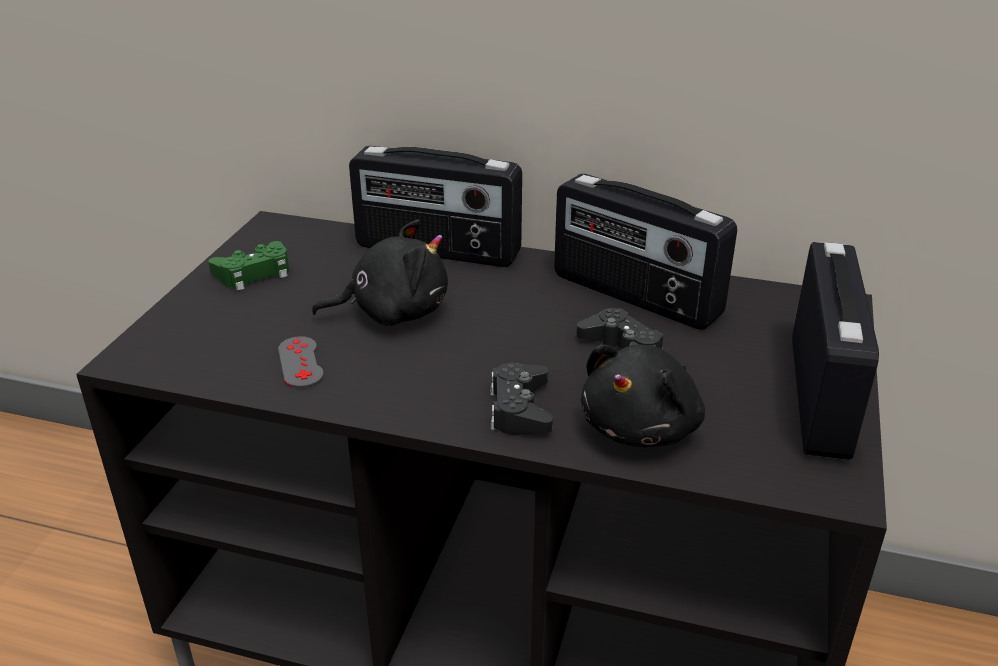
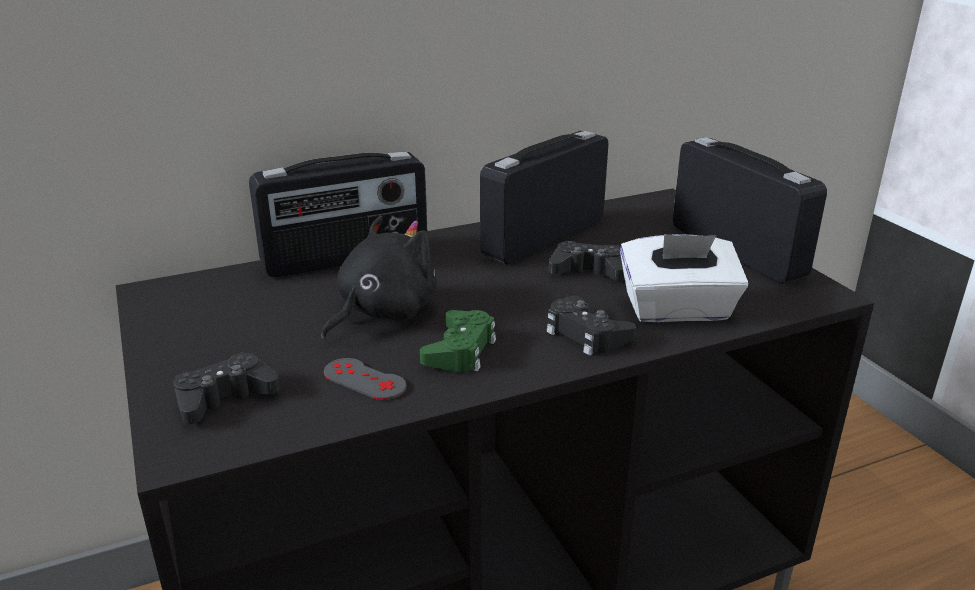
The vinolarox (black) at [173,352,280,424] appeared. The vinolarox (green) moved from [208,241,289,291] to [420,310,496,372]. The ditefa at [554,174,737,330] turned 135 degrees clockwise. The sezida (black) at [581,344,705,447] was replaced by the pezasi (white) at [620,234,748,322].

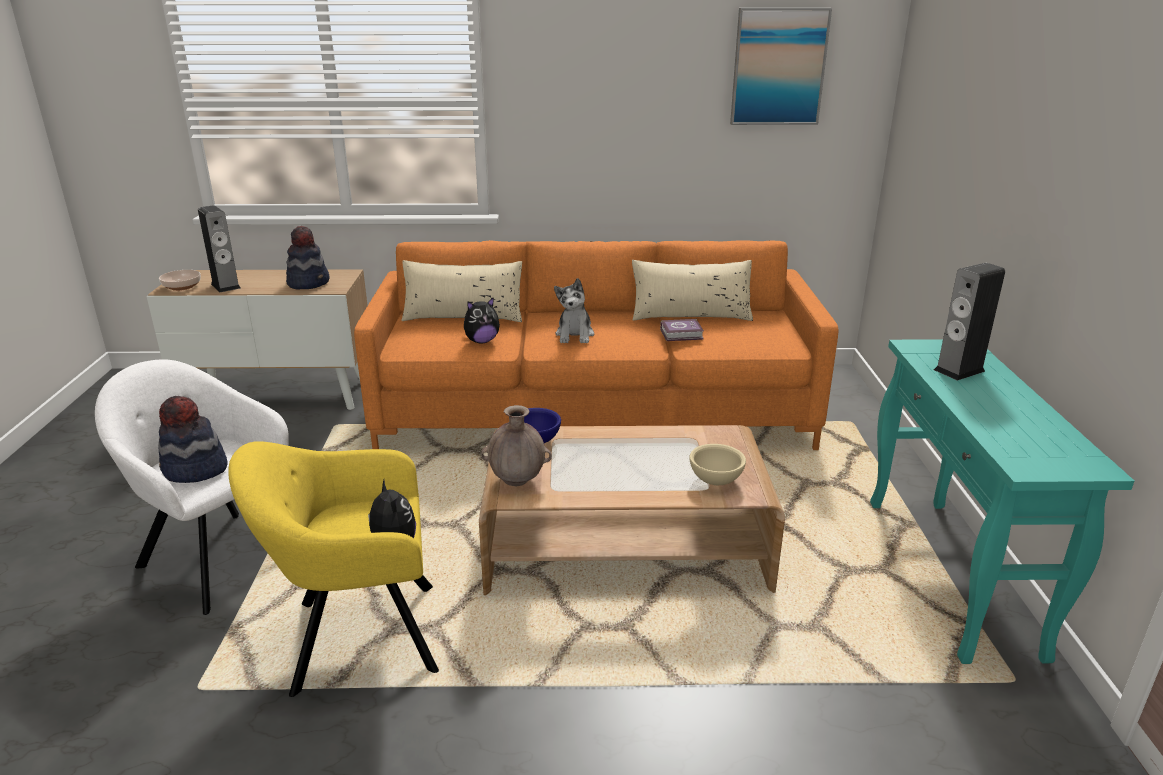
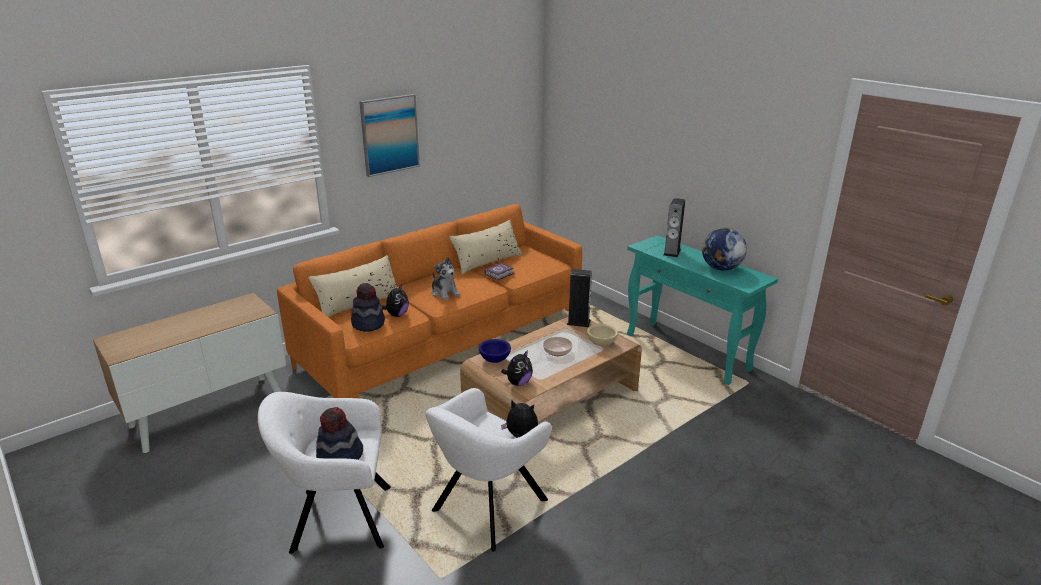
The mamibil moved from [286,226,330,290] to [351,283,385,332]. The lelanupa moved from [730,8,832,125] to [359,94,420,177]. The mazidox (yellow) at [228,441,439,697] became the mazidox (white) at [425,388,552,552]. The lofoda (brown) at [481,405,552,486] was replaced by the sezida at [501,350,533,386]. The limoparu moved from [159,270,201,291] to [543,337,573,356]. The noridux moved from [198,205,241,292] to [567,269,592,327]. The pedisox at [702,228,747,270] appeared.

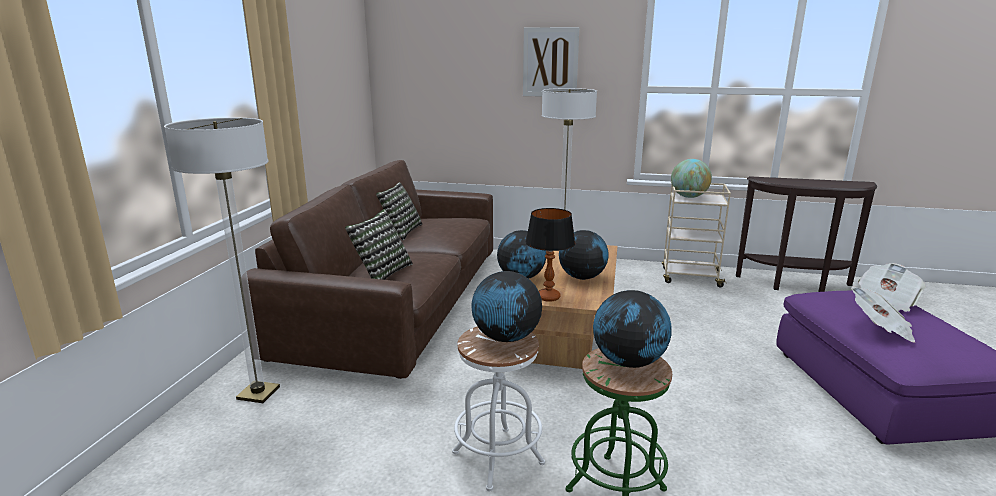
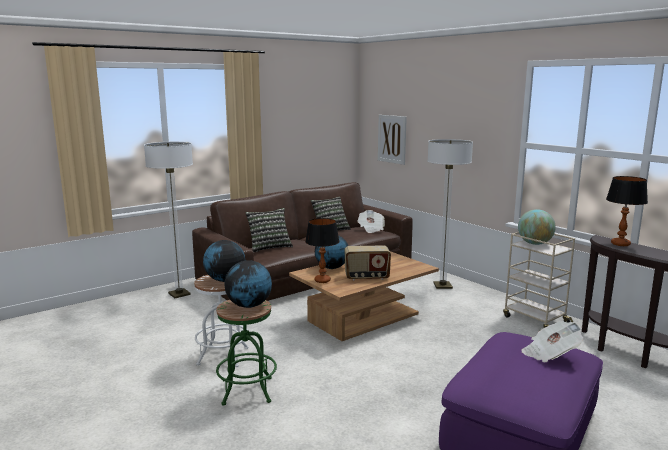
The pedisox at [559,230,609,280] was replaced by the ditefa at [344,246,391,280]. The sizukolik moved from [851,286,916,343] to [357,210,384,233]. The lelanupa moved from [523,27,579,97] to [378,115,407,165]. The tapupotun at [606,176,648,246] appeared.

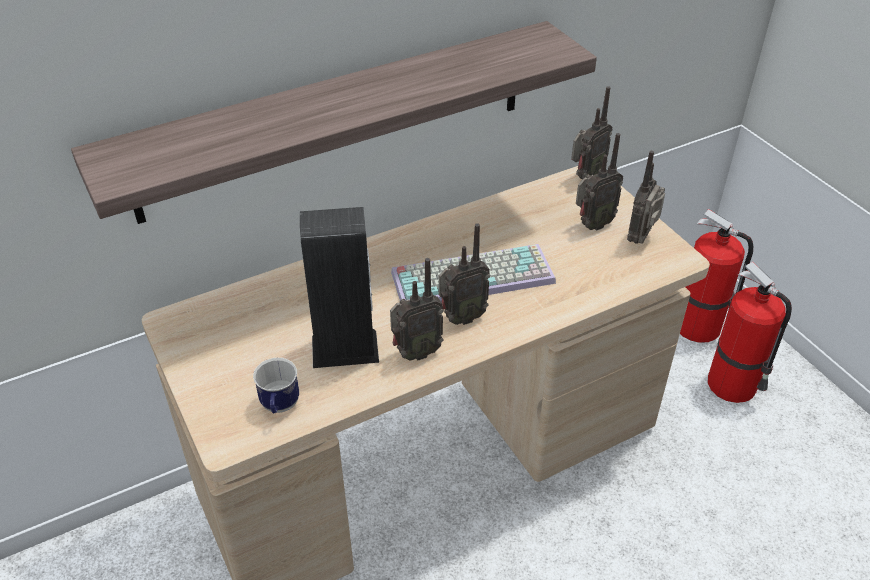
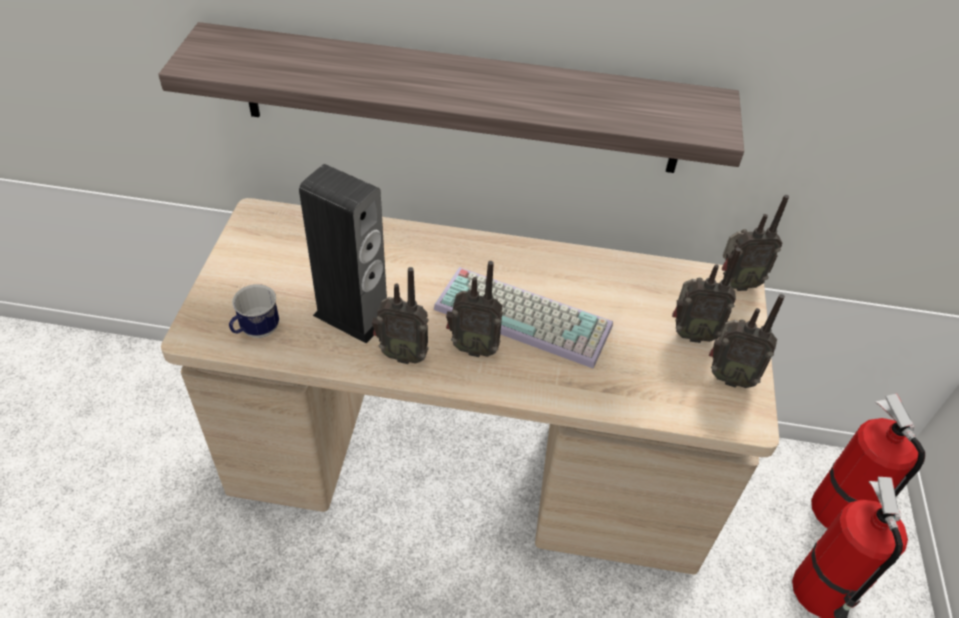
The ditefa at [627,151,665,244] turned 135 degrees counterclockwise.

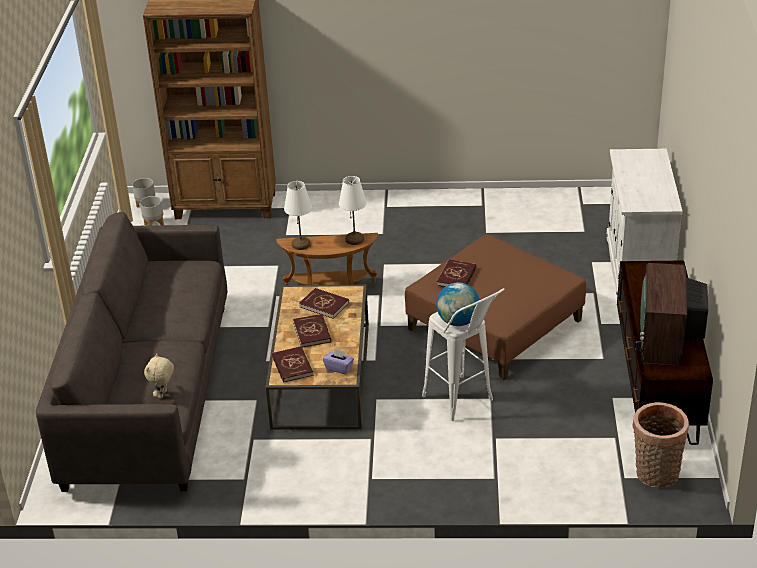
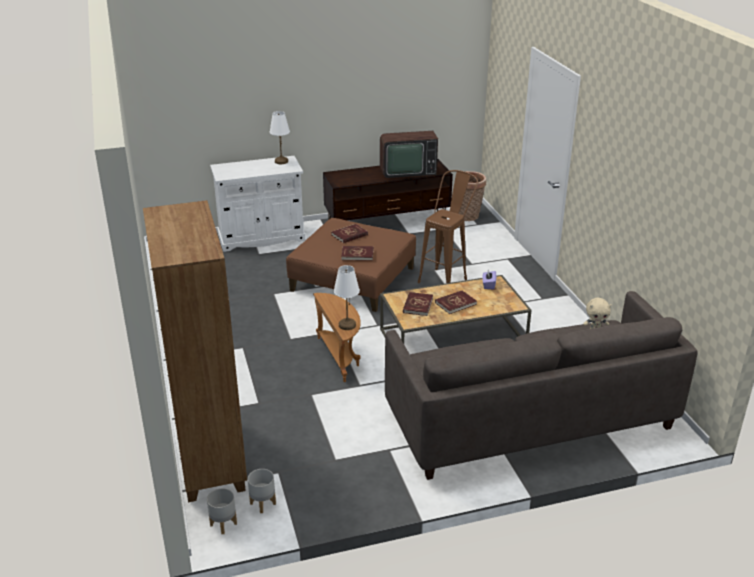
The tapupotun (white) moved from [339,176,367,245] to [270,111,290,164]. The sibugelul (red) moved from [272,346,313,383] to [331,224,368,243]. The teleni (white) at [422,288,505,421] became the teleni (brown) at [418,170,478,283]. The pedisox at [436,282,480,326] disappeared.

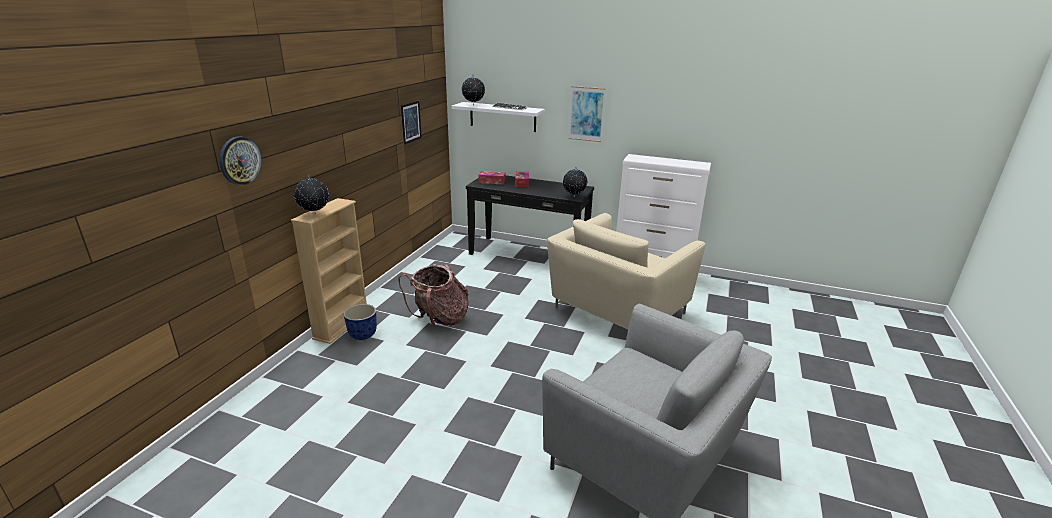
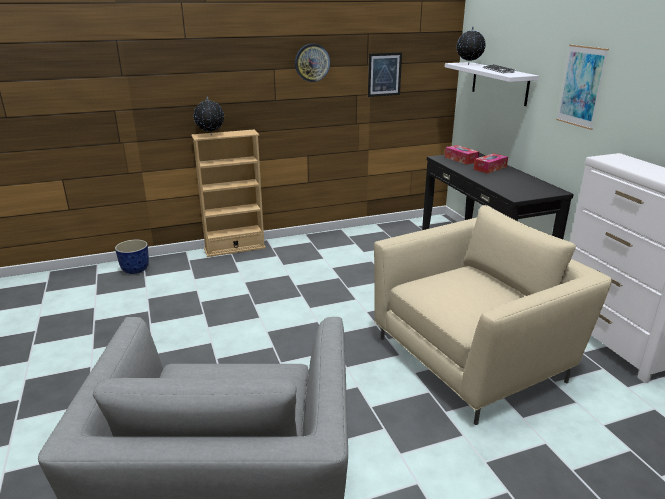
The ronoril moved from [344,304,377,340] to [115,240,149,274]. The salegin moved from [219,137,262,185] to [295,44,330,82]. The mazidox (beige) at [547,213,706,329] turned 150 degrees clockwise. The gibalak at [399,264,469,329] disappeared. The pedisox at [563,167,587,197] disappeared.

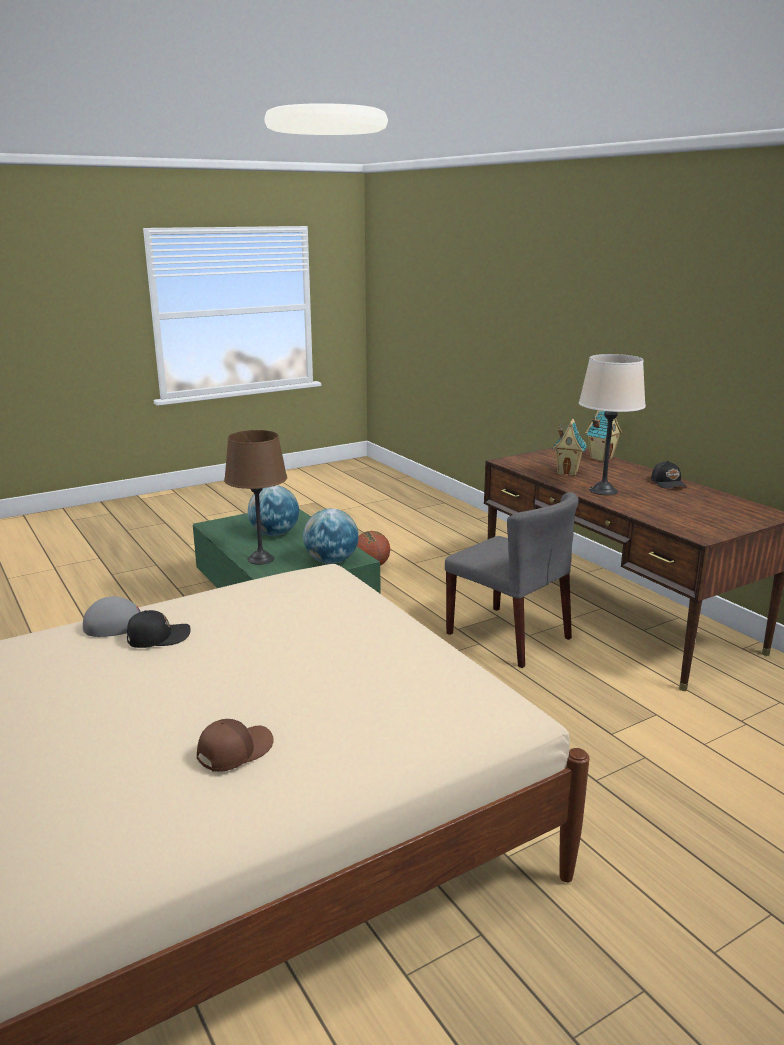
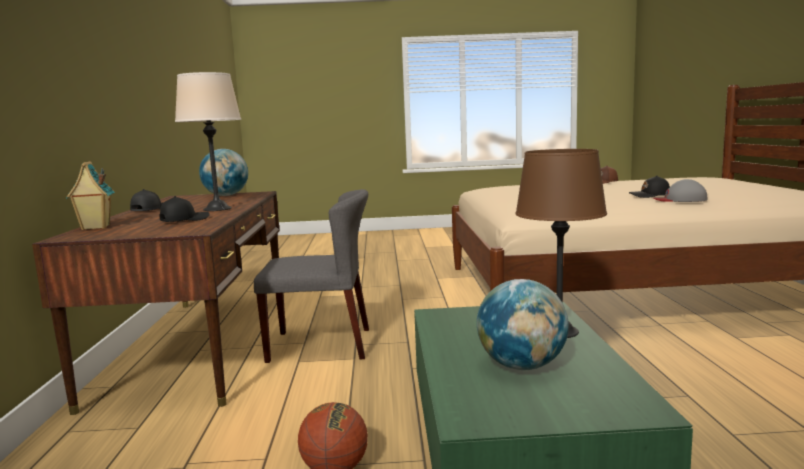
The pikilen at [553,419,587,476] was replaced by the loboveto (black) at [159,196,210,222]. The pedisox moved from [303,509,358,564] to [199,149,248,196]. The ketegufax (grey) at [445,492,579,668] turned 105 degrees clockwise.

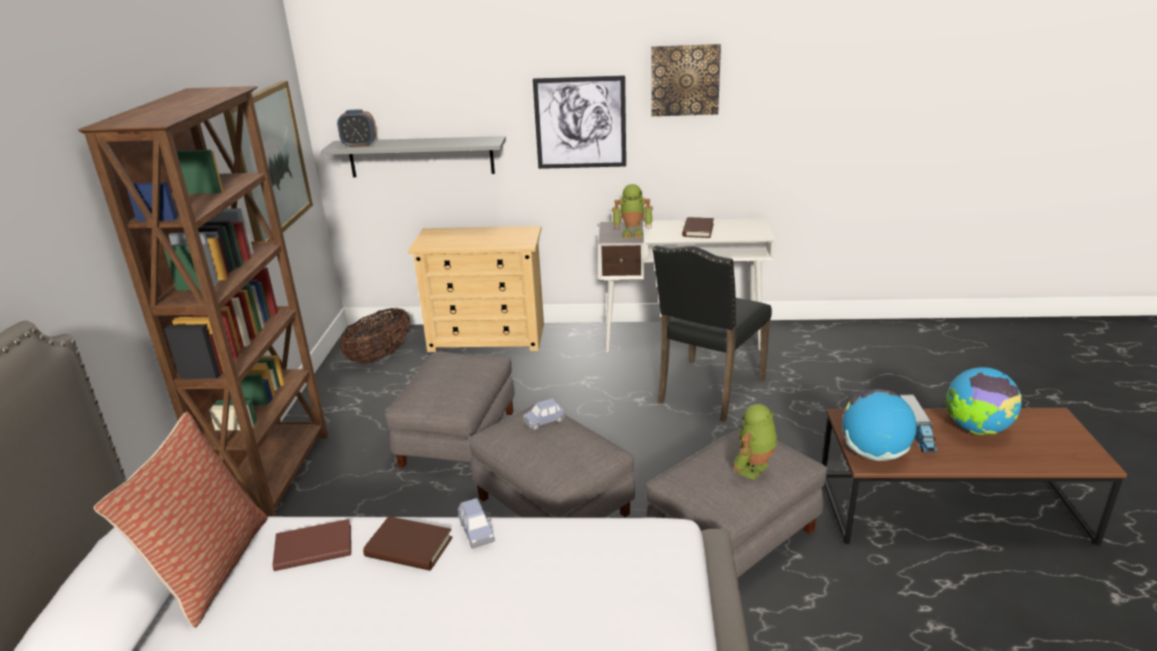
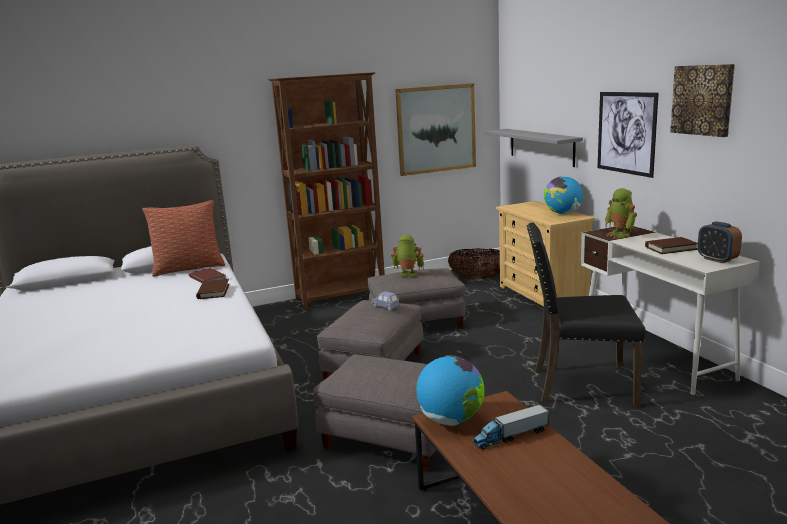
The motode moved from [732,404,777,480] to [391,235,424,277]. The pedisox moved from [945,367,1022,435] to [544,176,583,215]. The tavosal moved from [337,109,376,148] to [698,222,742,263]. The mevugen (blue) at [458,498,495,548] disappeared.

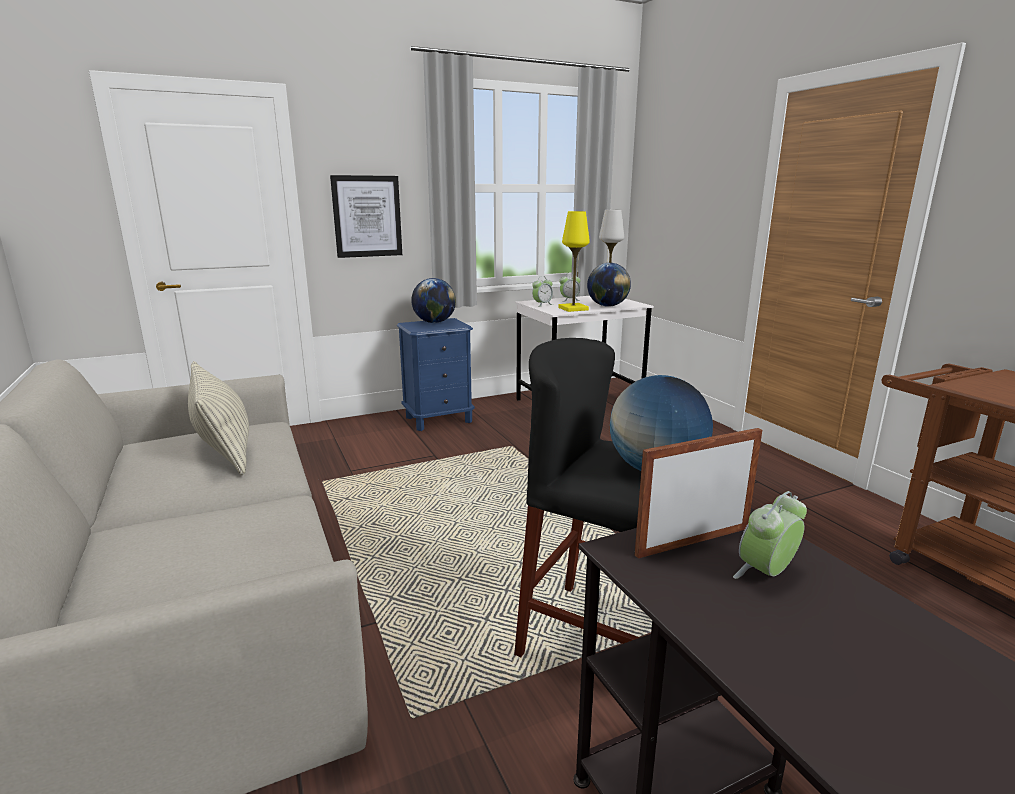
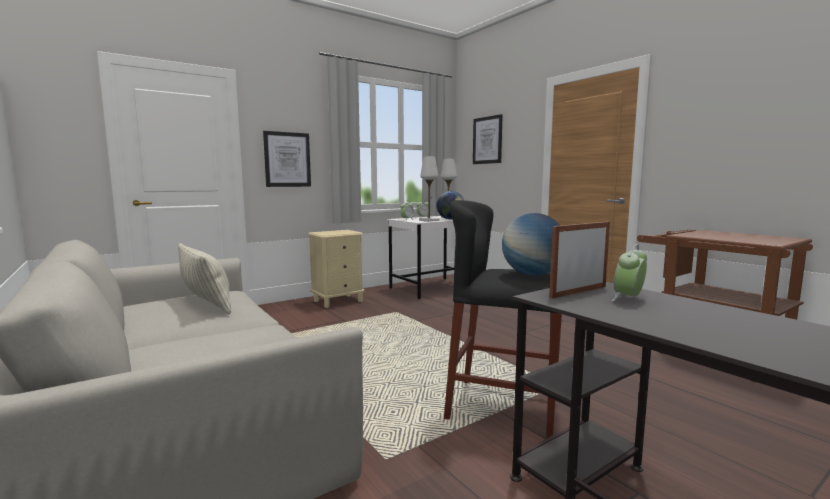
The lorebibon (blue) at [397,318,475,431] became the lorebibon (beige) at [308,230,364,308]. The tapupotun (yellow) at [558,211,590,312] became the tapupotun (white) at [419,157,440,222]. The lelanupa at [473,114,503,164] appeared. The pedisox at [411,278,456,323] disappeared.

